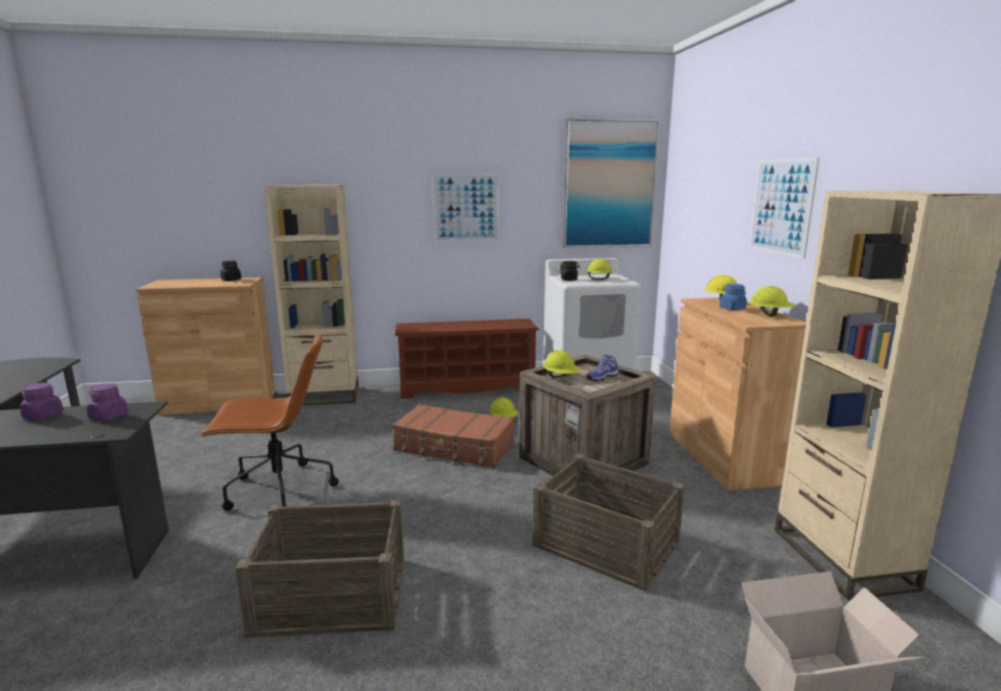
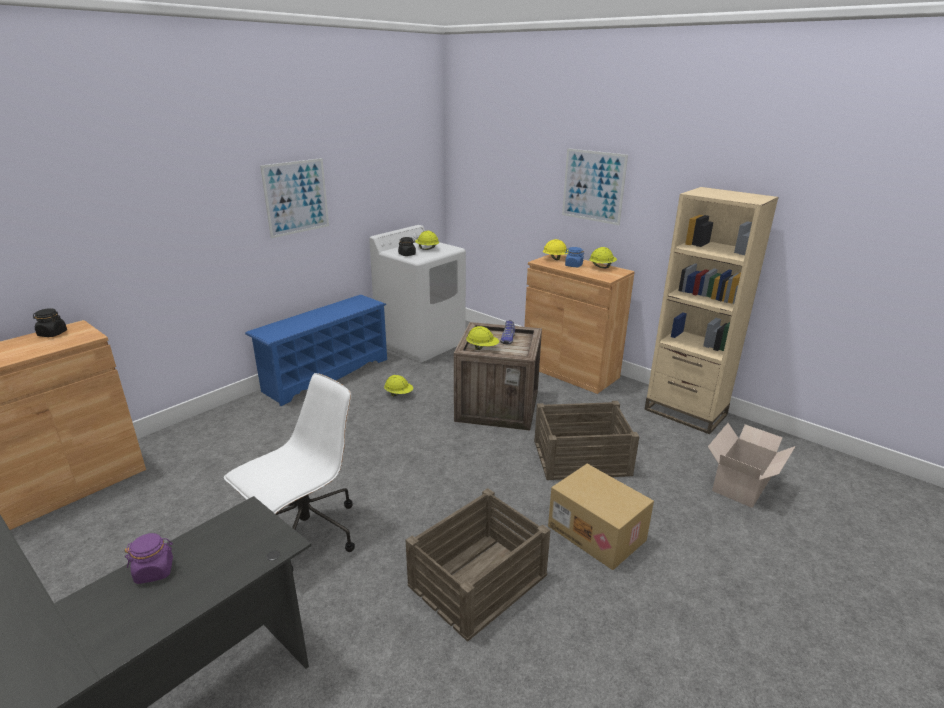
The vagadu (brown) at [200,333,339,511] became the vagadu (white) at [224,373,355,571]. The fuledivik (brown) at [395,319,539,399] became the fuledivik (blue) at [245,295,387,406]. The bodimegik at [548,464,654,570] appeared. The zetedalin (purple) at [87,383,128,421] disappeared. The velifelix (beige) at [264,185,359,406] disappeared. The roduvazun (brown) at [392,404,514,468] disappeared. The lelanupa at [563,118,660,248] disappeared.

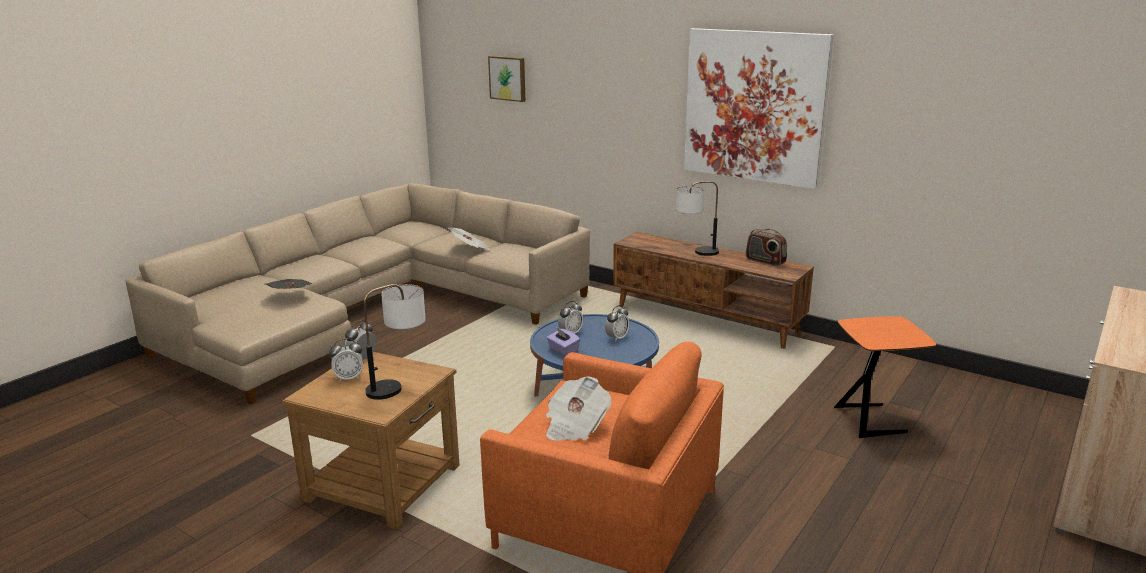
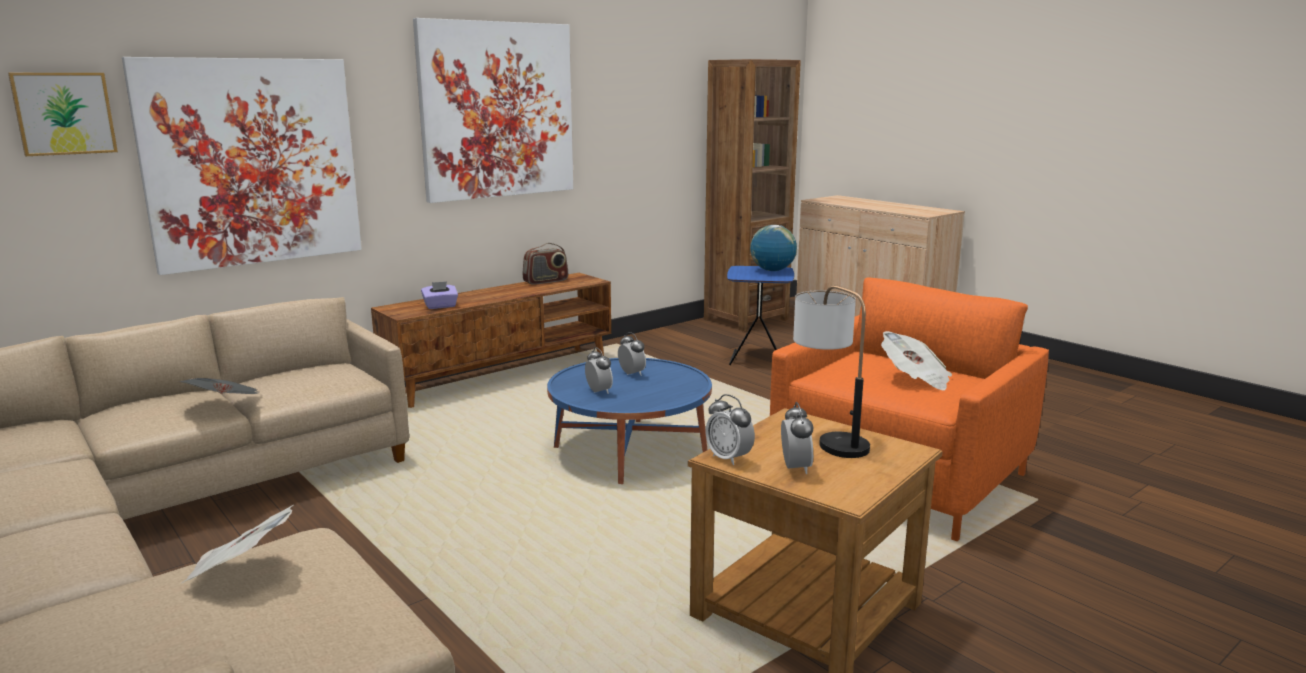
The lelanupa at [122,57,362,275] appeared. The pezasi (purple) moved from [547,328,580,356] to [421,281,458,309]. The velifelix (brown) at [704,59,801,331] appeared. The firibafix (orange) at [834,316,936,438] became the firibafix (blue) at [727,266,794,365]. The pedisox at [750,225,797,271] appeared. The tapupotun at [675,181,719,256] disappeared.

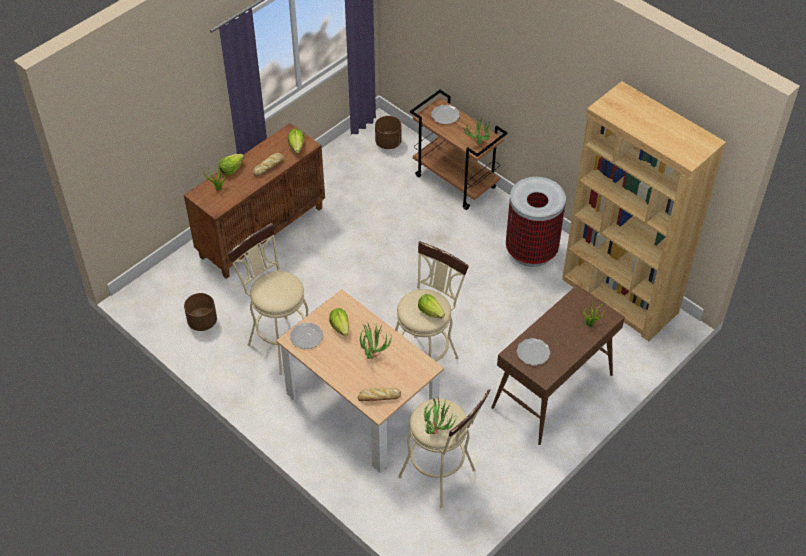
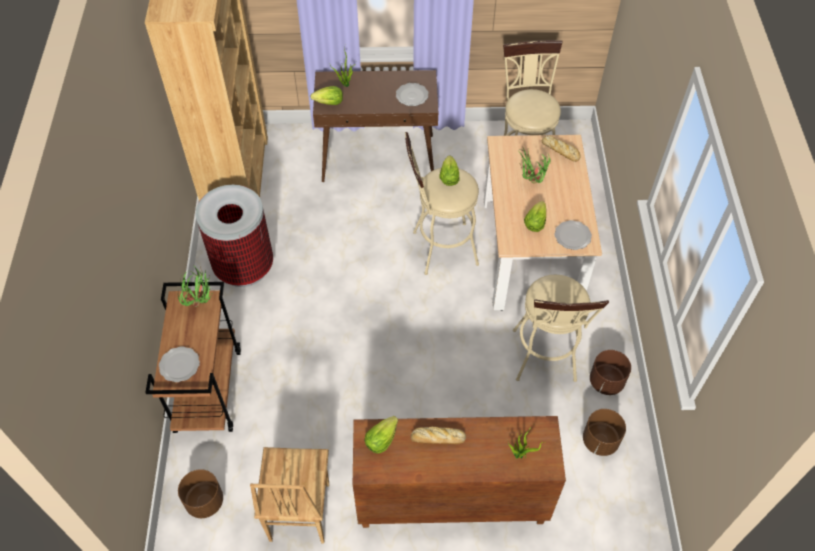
The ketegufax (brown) at [250,447,329,543] appeared. The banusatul moved from [219,154,244,175] to [310,86,343,105]. The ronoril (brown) at [590,350,631,395] appeared. The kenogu at [424,397,457,434] disappeared.

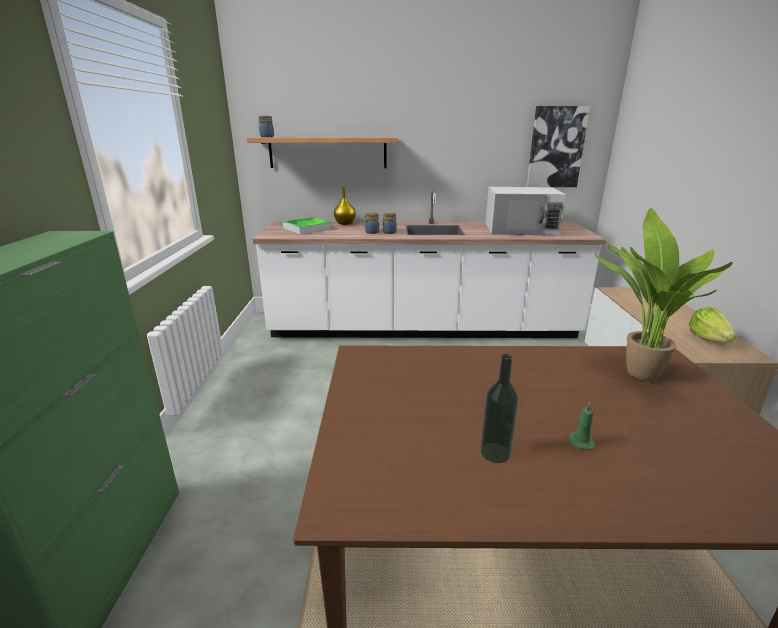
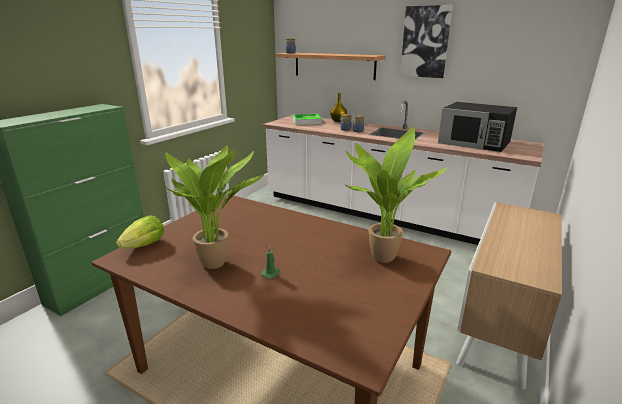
The banusatul moved from [689,307,735,342] to [116,215,164,249]. The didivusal at [480,354,519,463] was replaced by the kenogu at [164,145,264,269]. The lelanupa moved from [527,106,590,187] to [400,5,453,78]. The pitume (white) at [485,187,566,235] became the pitume (black) at [438,102,517,152].

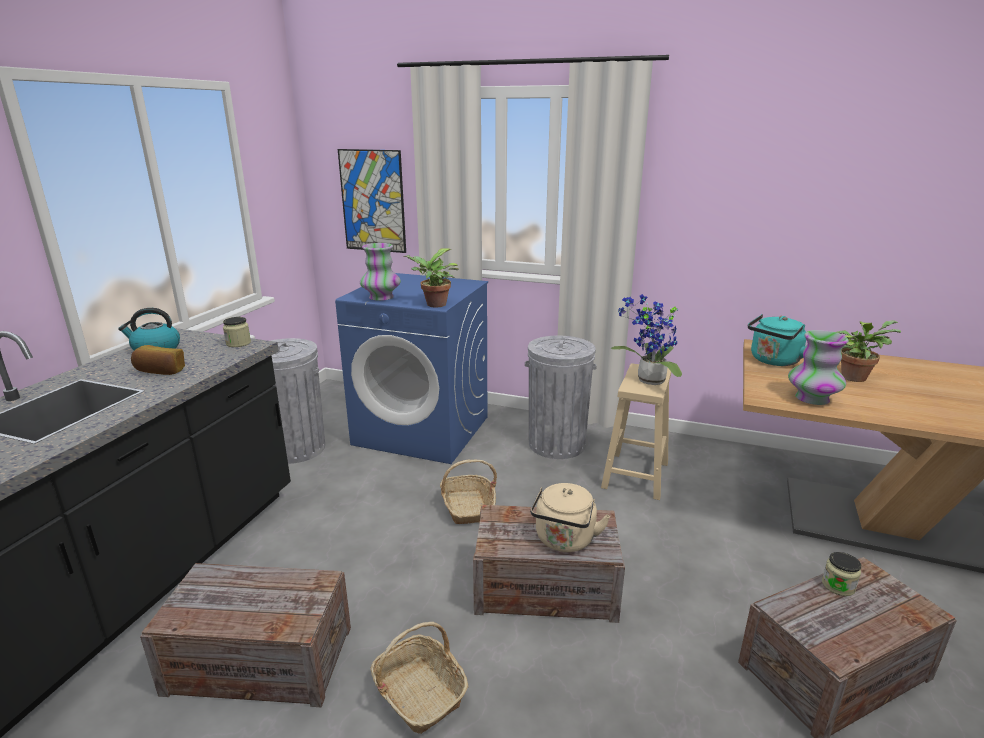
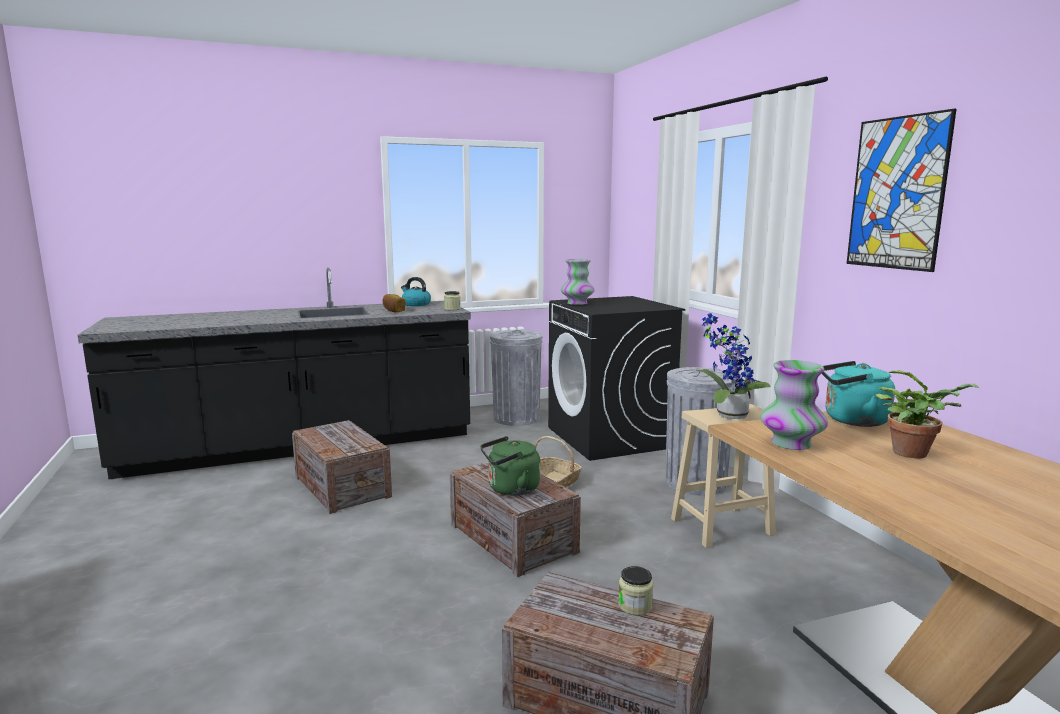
The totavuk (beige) at [530,483,610,552] became the totavuk (green) at [480,436,540,496]. The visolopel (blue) at [335,273,488,464] became the visolopel (black) at [548,296,685,461]. The lelanupa moved from [338,149,406,253] to [847,109,956,272]. The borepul at [370,622,469,734] disappeared. The kenogu at [403,248,459,307] disappeared.

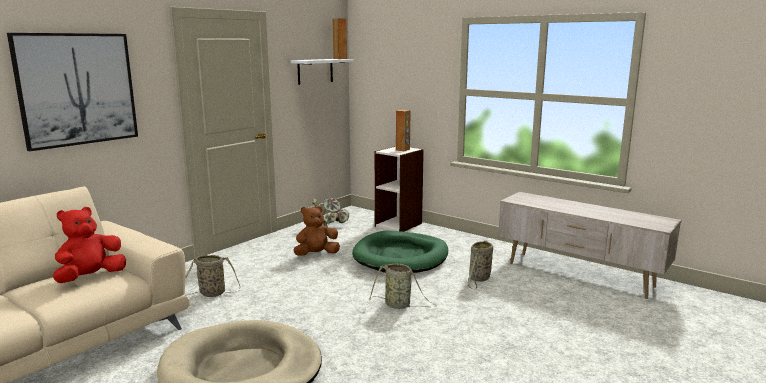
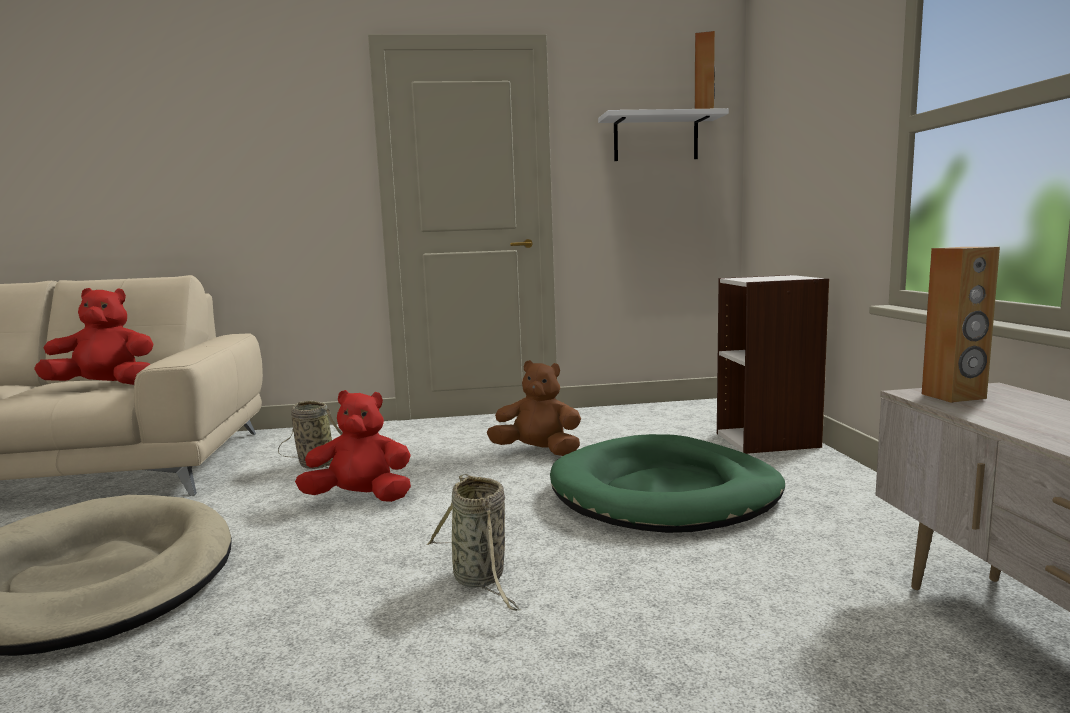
The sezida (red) at [295,390,411,502] appeared. The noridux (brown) moved from [396,110,411,151] to [922,247,1000,403]. The lelanupa at [7,33,138,151] disappeared. The kenogu at [312,198,349,227] disappeared. The borepul at [468,240,493,288] disappeared.

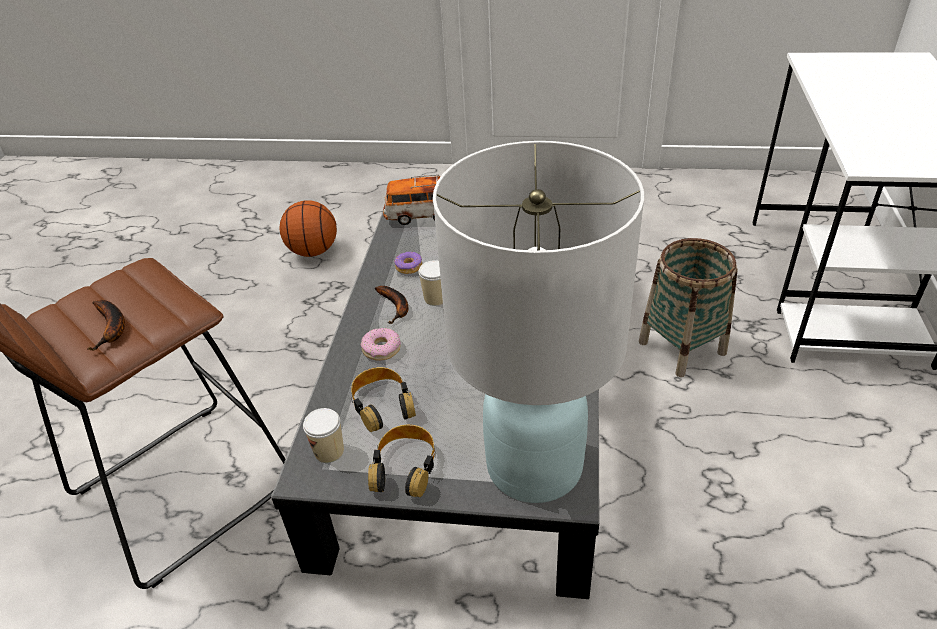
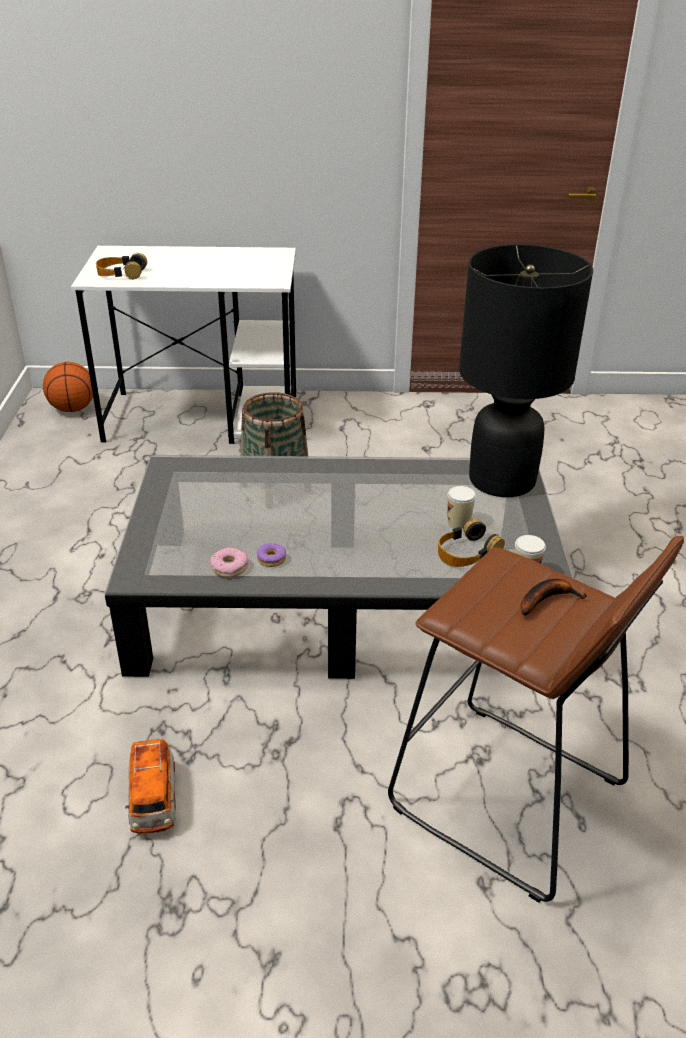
The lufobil moved from [280,200,337,257] to [43,362,93,412]. The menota moved from [368,425,436,497] to [96,253,147,280]. The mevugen moved from [383,174,441,225] to [125,739,176,834]. The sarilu moved from [361,328,401,361] to [210,547,248,578]. The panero moved from [418,260,443,306] to [447,486,476,529]. The tapupotun (white) at [433,141,644,503] became the tapupotun (black) at [459,244,593,497]. The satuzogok at [375,286,408,324] disappeared.

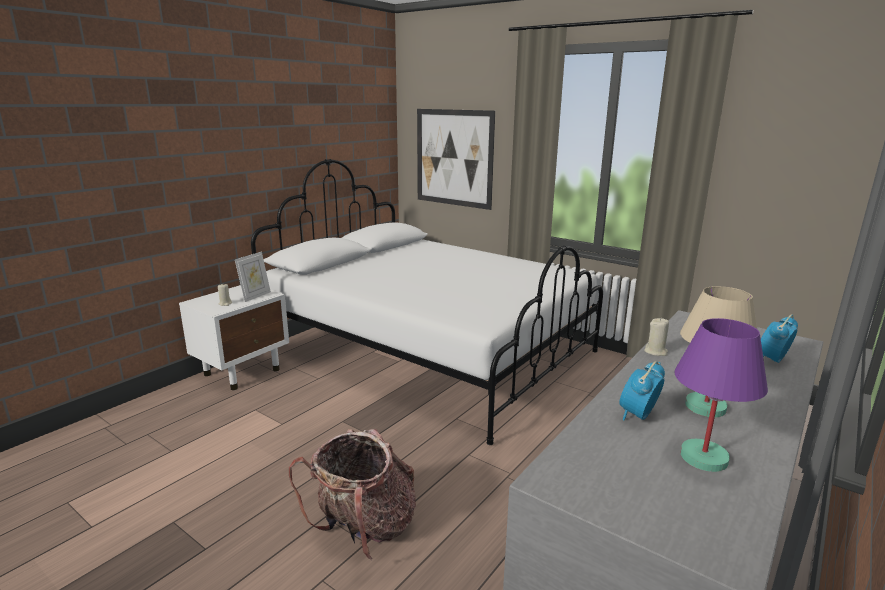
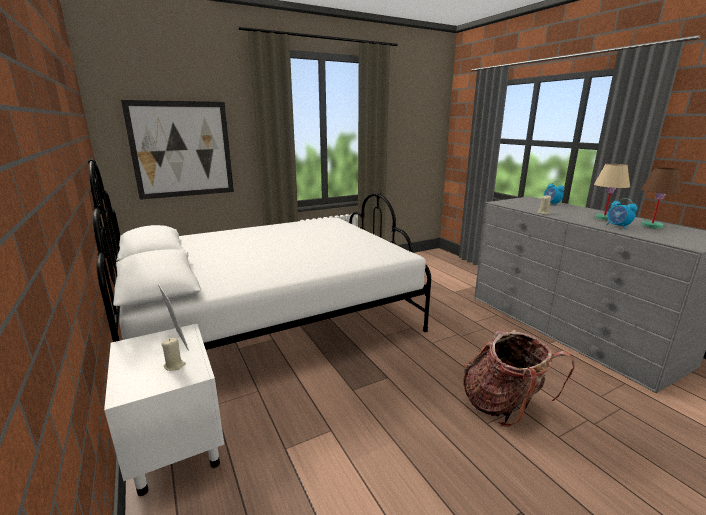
The tapupotun (purple) at [674,318,768,472] became the tapupotun (brown) at [641,167,683,229].

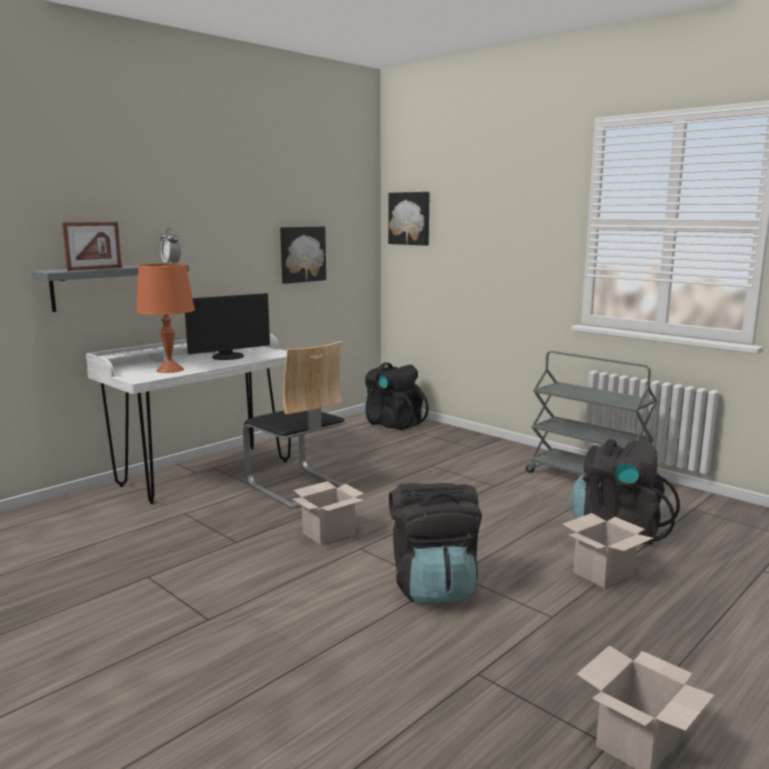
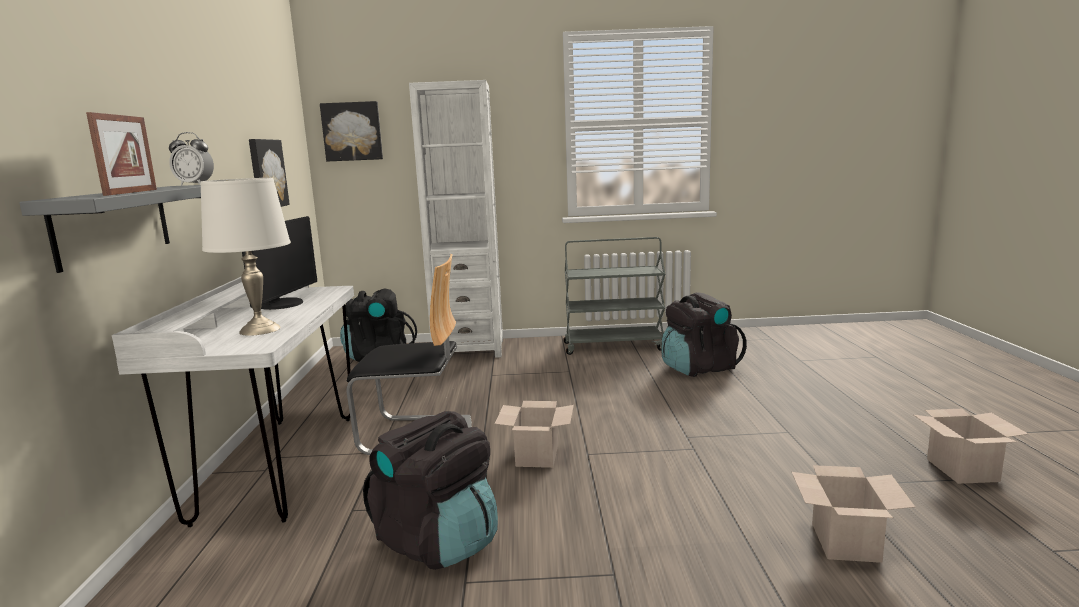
The tapupotun (orange) at [136,263,195,373] became the tapupotun (white) at [200,178,291,336]. The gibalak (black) moved from [389,483,482,603] to [363,411,498,570]. The velifelix (white) at [409,80,503,358] appeared. The bodimegik moved from [562,513,654,588] to [792,465,915,563].

